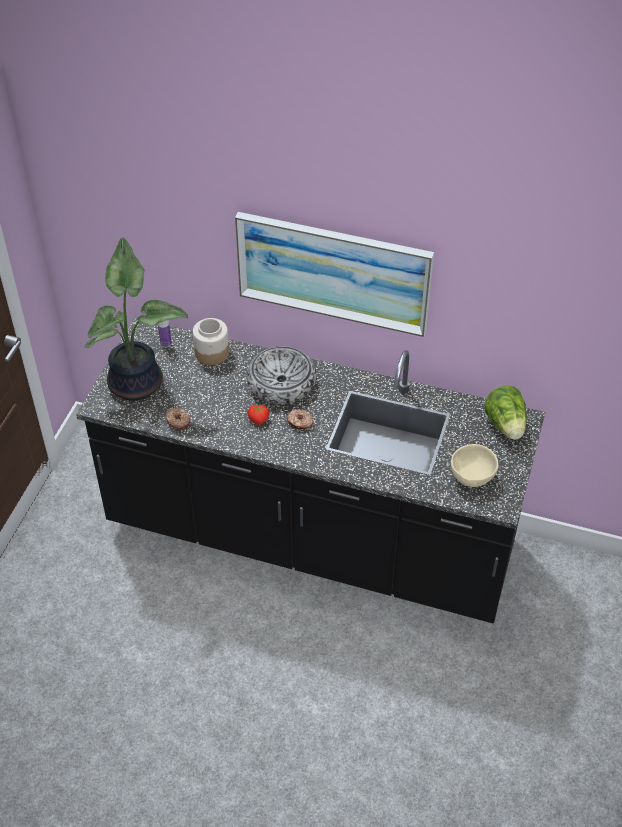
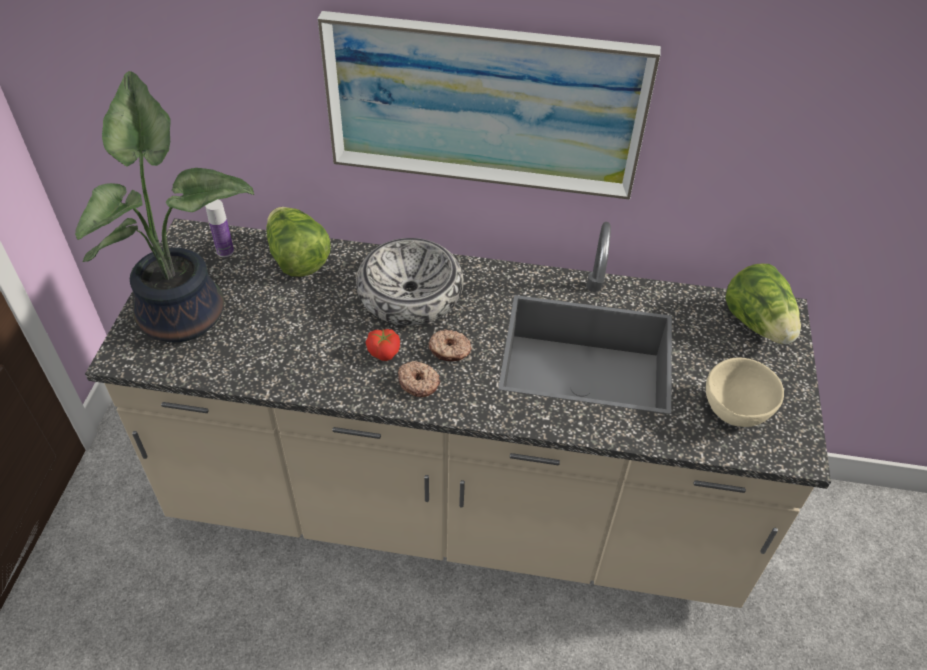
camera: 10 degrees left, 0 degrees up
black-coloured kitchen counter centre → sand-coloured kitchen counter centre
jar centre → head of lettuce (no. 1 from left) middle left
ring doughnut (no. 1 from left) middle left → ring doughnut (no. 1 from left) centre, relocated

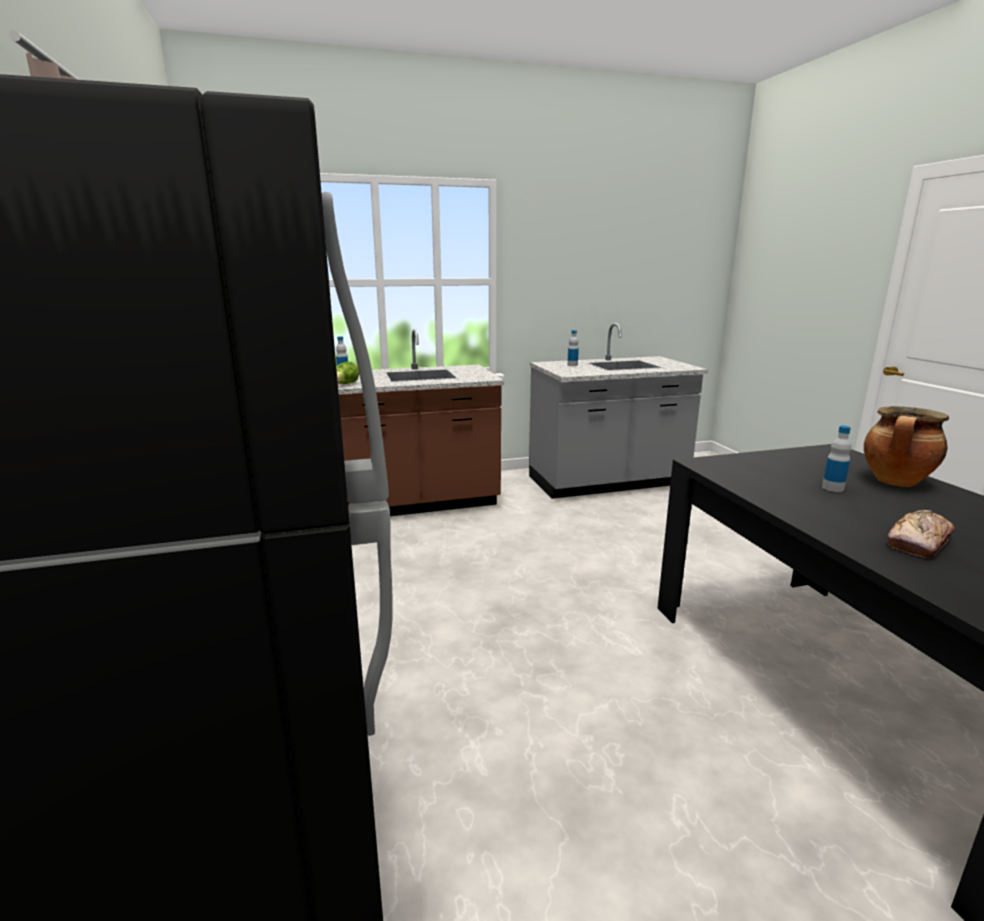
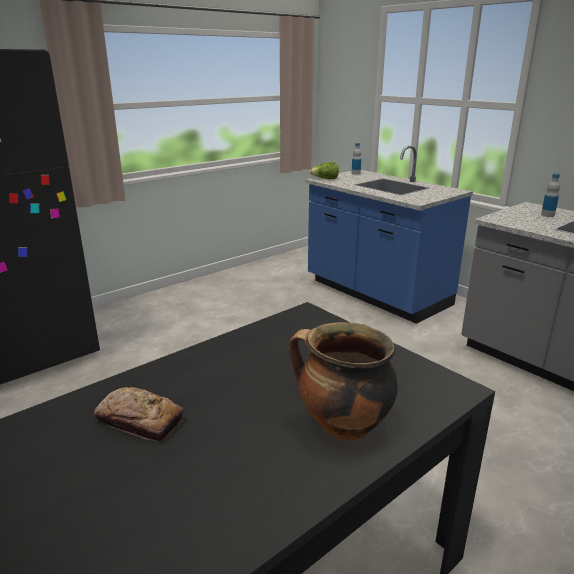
camera: 65 degrees right, 5 degrees up
brownish kitchen counter centre → bluish kitchen counter middle right
drink bottle (no. 3 from left) middle right → -

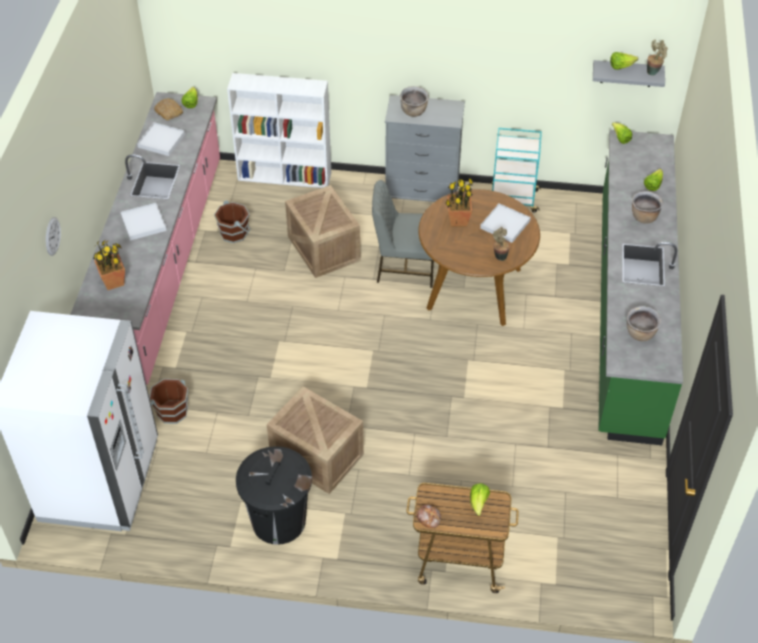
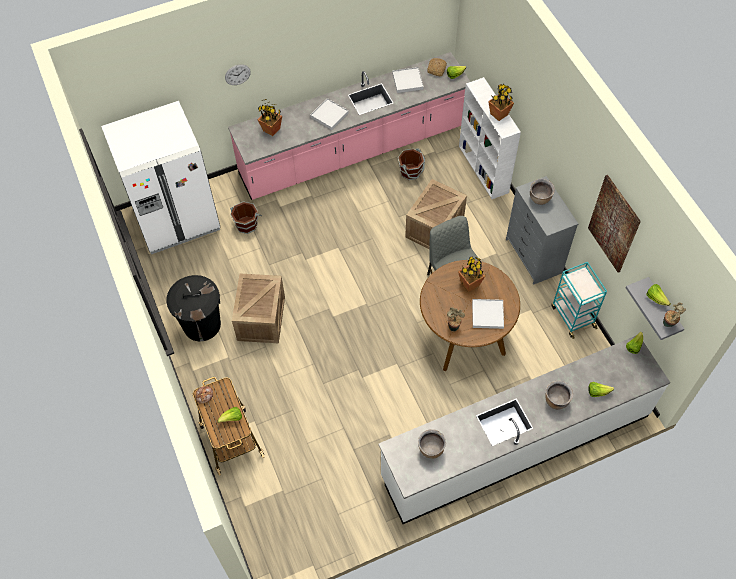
camera: 60 degrees right, 10 degrees up
greenish kitchen counter middle right → white kitchen counter bottom right
- → houseplant (no. 4 from left) top right
- → wall art middle right

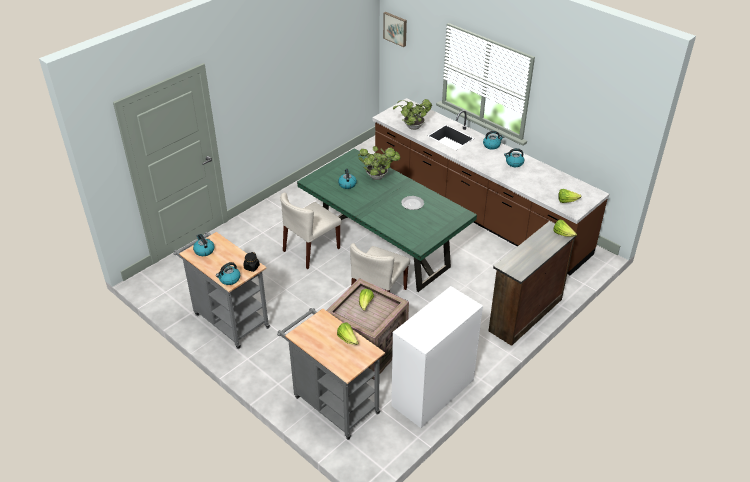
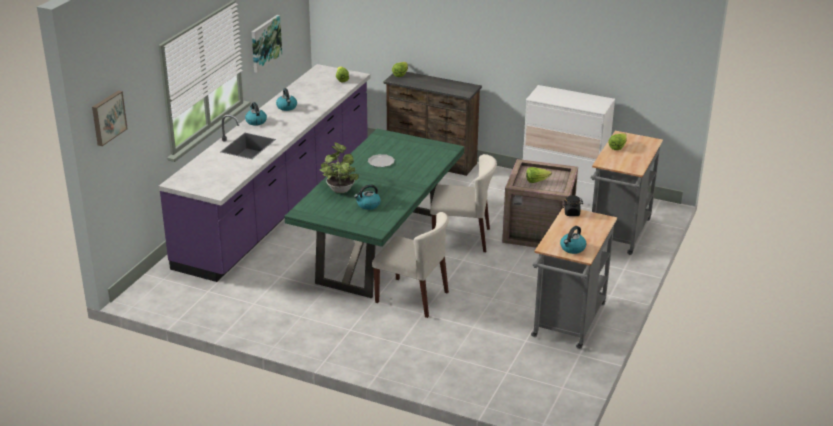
camera: 110 degrees left, 10 degrees down
brownish kitchen counter centre → purple-coloured kitchen counter middle left
- → wall art (no. 2 from left) top left
tea kettle (no. 2 from left) middle left → -
houseplant (no. 2 from left) top centre → -

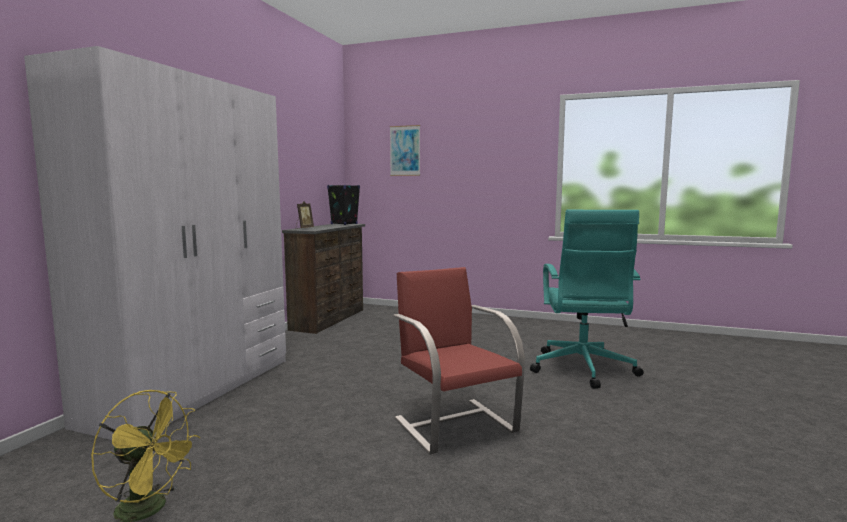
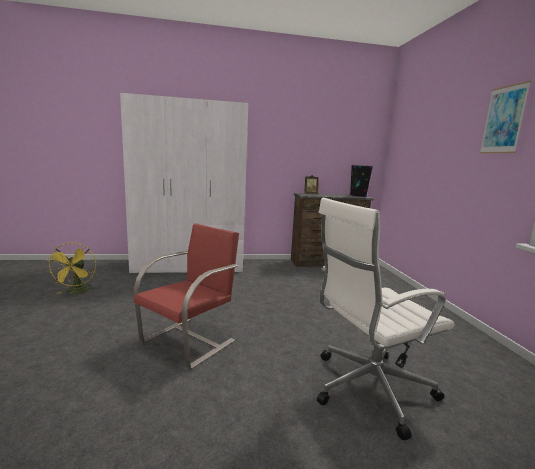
camera: 60 degrees right, 5 degrees up
turquoise-coloured desk chair middle right → white desk chair bottom right
wall art top centre → wall art top right, relocated

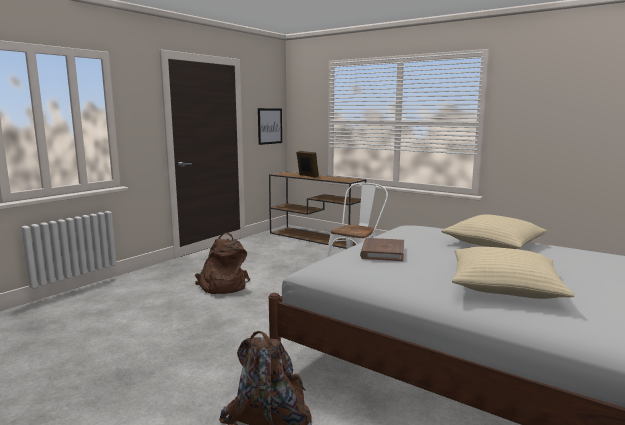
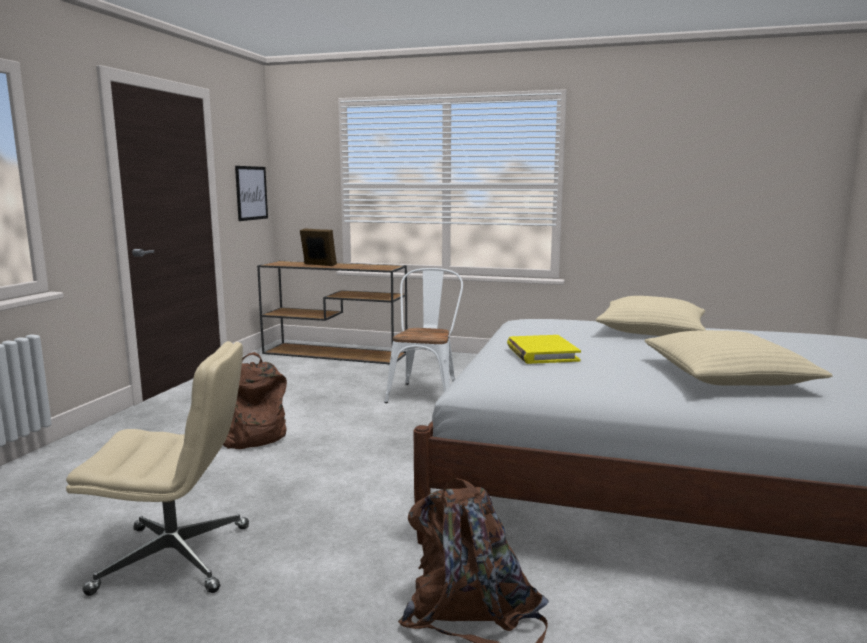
camera: 20 degrees left, 0 degrees up
- → sand-coloured desk chair bottom left
brownish volume centre → yellow-coloured volume centre

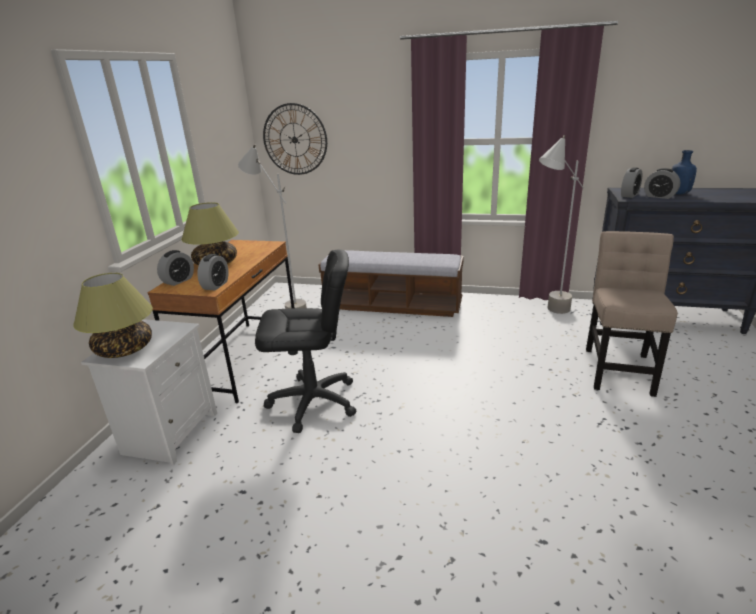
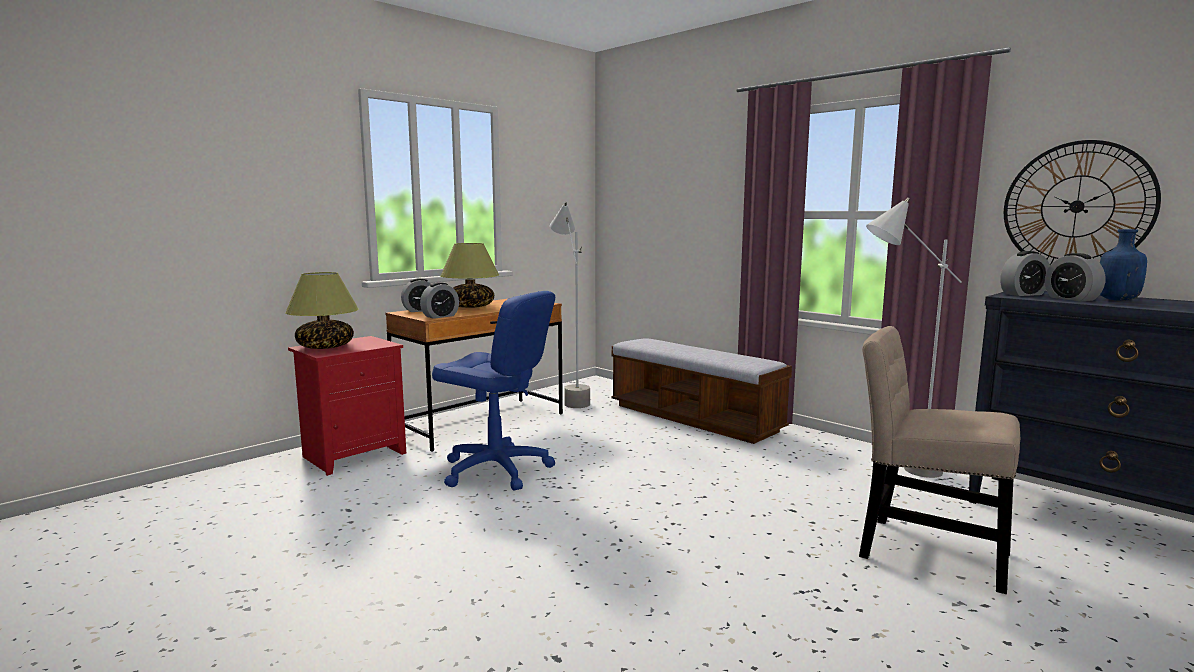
camera: 30 degrees right, 15 degrees down
white night table middle left → reddish night table middle left
black-coloured desk chair centre → bluish desk chair centre
sand-coloured plain chair middle right → sand-coloured plain chair bottom right, 105 degrees counterclockwise
clock on the wall top centre → clock on the wall top right, relocated

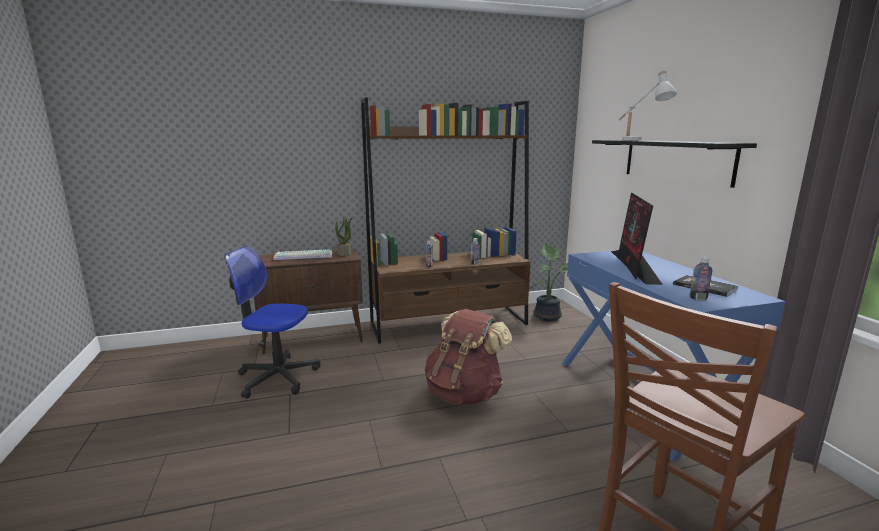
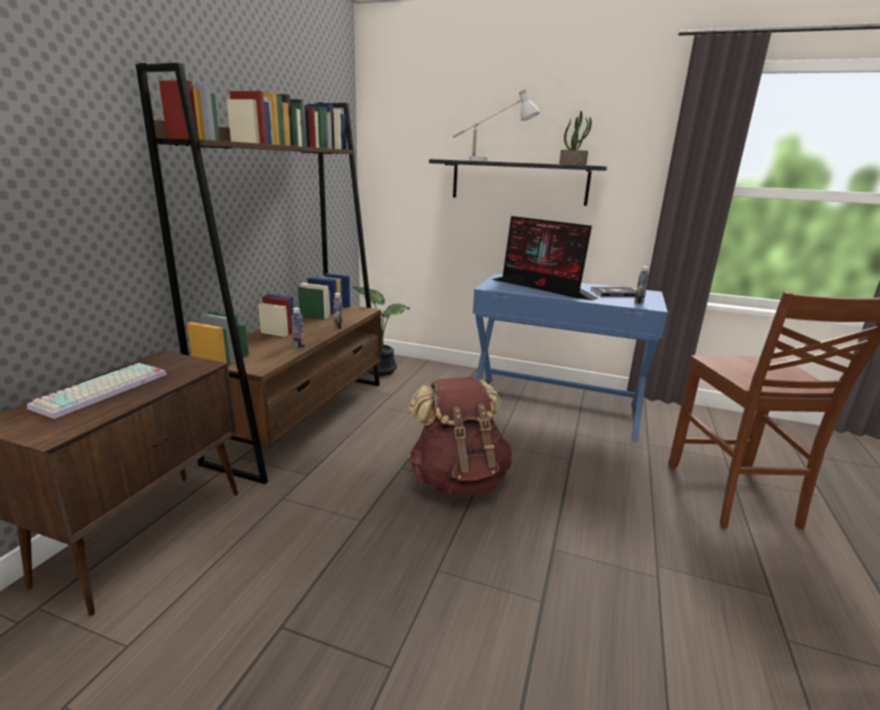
camera: 55 degrees left, 5 degrees up
houseplant (no. 1 from left in the first image) centre → houseplant (no. 2 from left) top centre, relocated
desk chair middle left → -

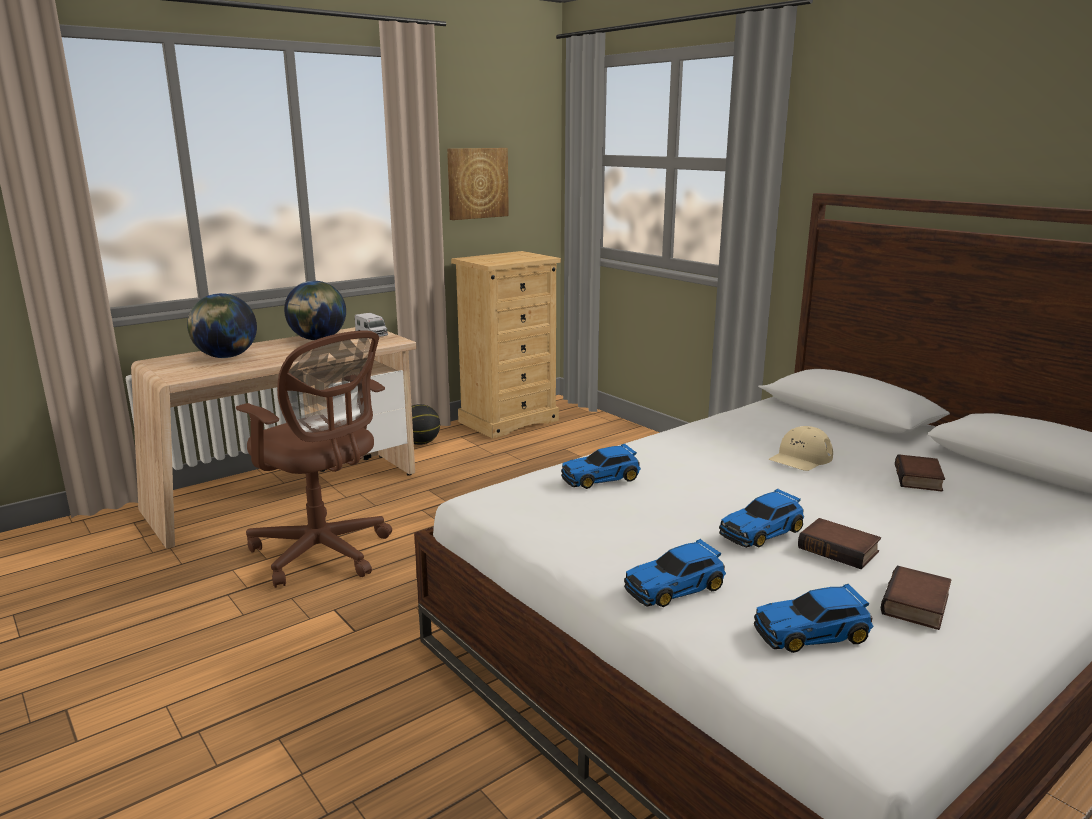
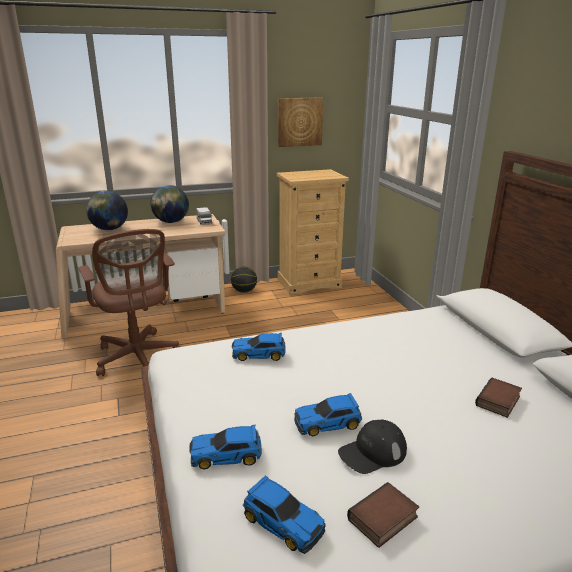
camera: 20 degrees right, 5 degrees up
miniature car (no. 4 from left in the first image) bottom right → miniature car (no. 3 from left) bottom centre, 150 degrees counterclockwise
volume (no. 1 from left) middle right → black-coloured baseball cap bottom centre
sand-coloured baseball cap middle right → -

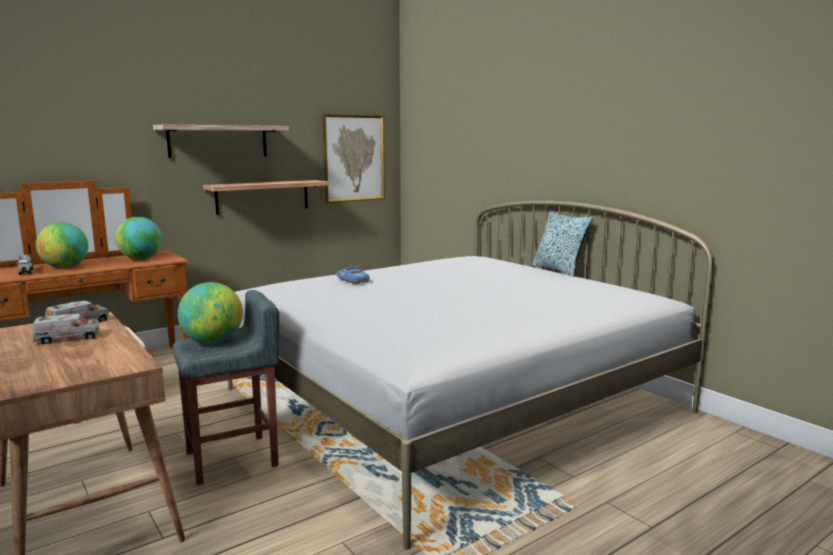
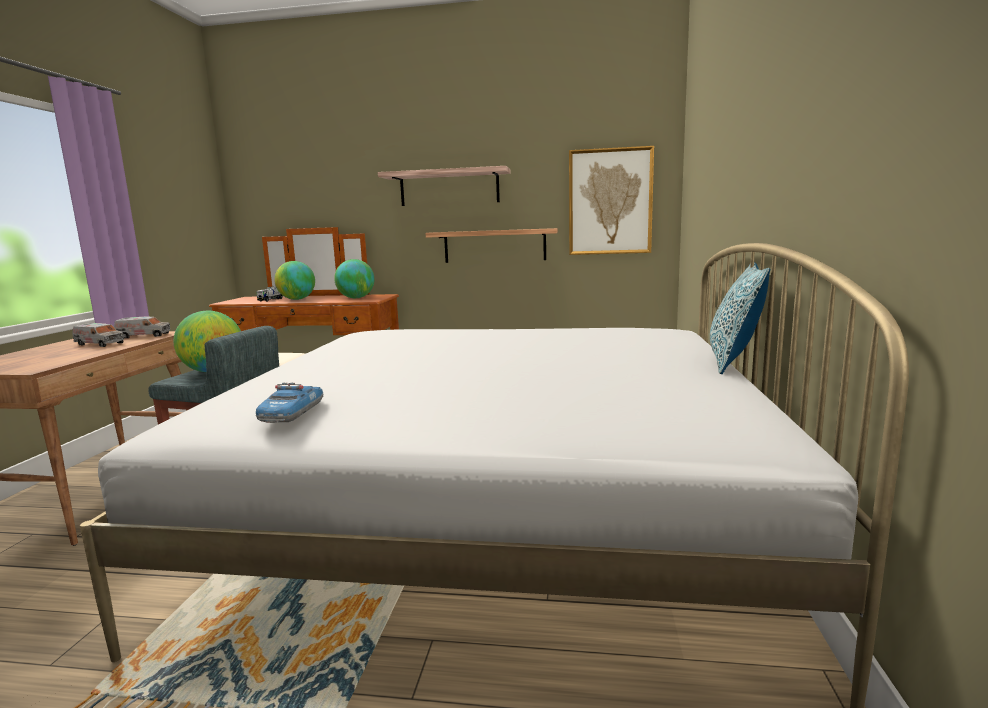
camera: 45 degrees right, 0 degrees up
miniature car centre → miniature car middle left, relocated

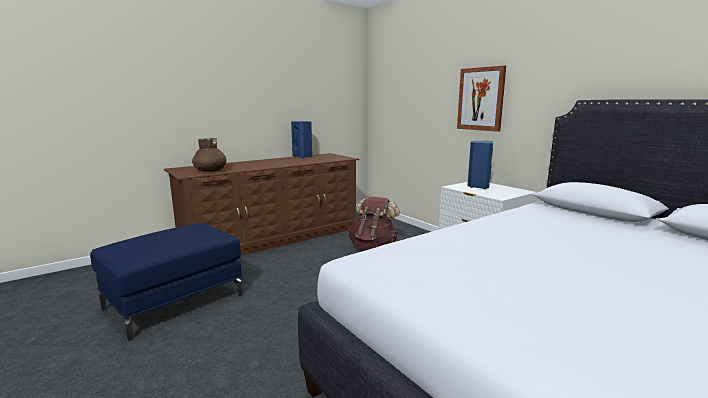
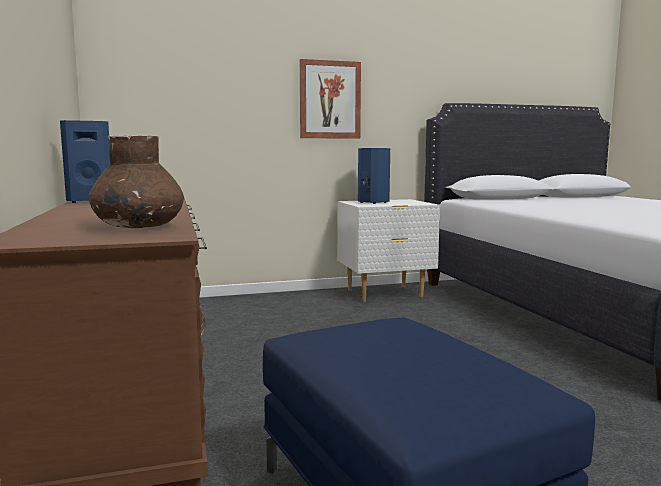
camera: 70 degrees left, 5 degrees down
brownish knapsack centre → -

